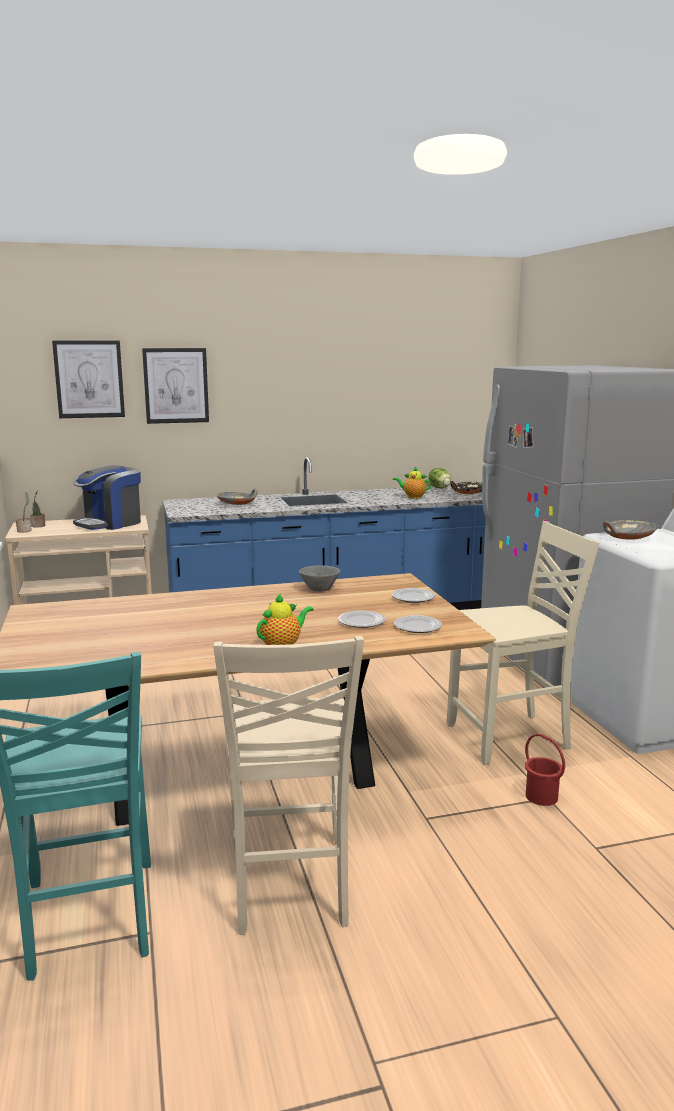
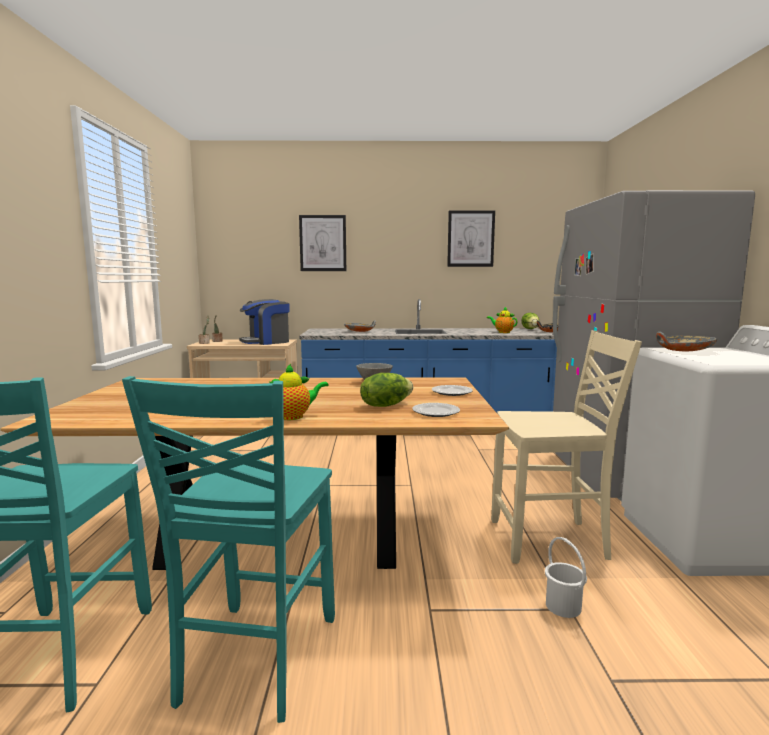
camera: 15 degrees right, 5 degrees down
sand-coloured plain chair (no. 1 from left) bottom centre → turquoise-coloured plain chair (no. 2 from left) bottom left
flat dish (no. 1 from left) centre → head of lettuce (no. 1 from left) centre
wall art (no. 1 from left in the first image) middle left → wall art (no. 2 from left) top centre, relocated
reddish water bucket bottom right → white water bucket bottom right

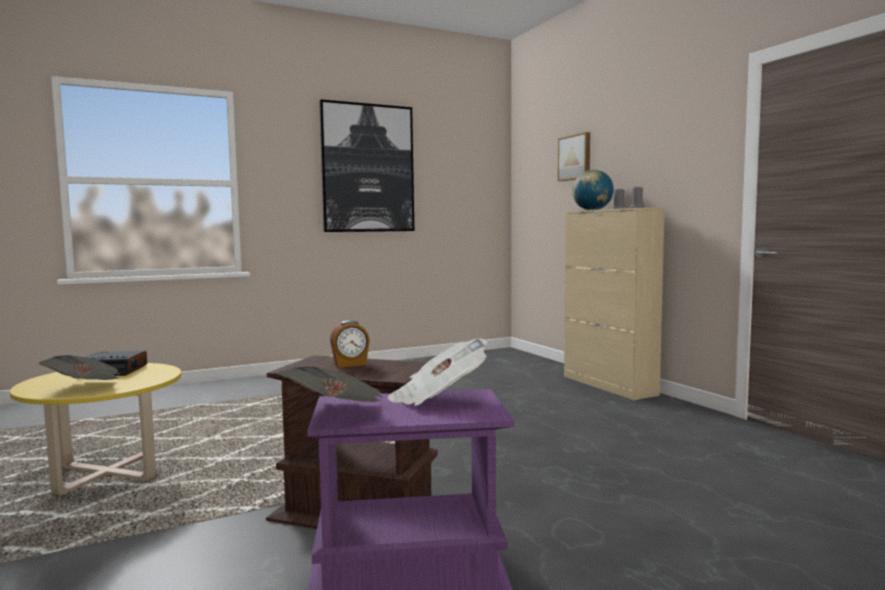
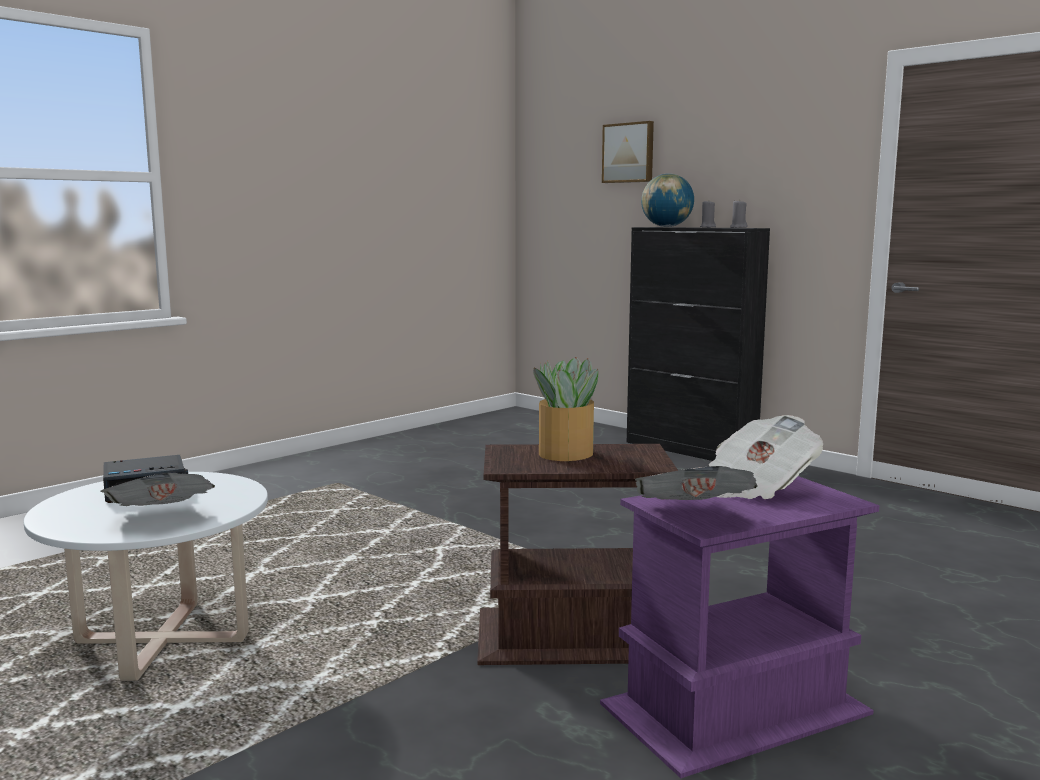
camera: 20 degrees left, 5 degrees up
yellow-coloured low table bottom left → white low table bottom left
alarm clock (no. 2 from left) centre → houseplant centre
sand-coloured cupboard middle right → black-coloured cupboard middle right
wall art (no. 1 from left) top centre → -

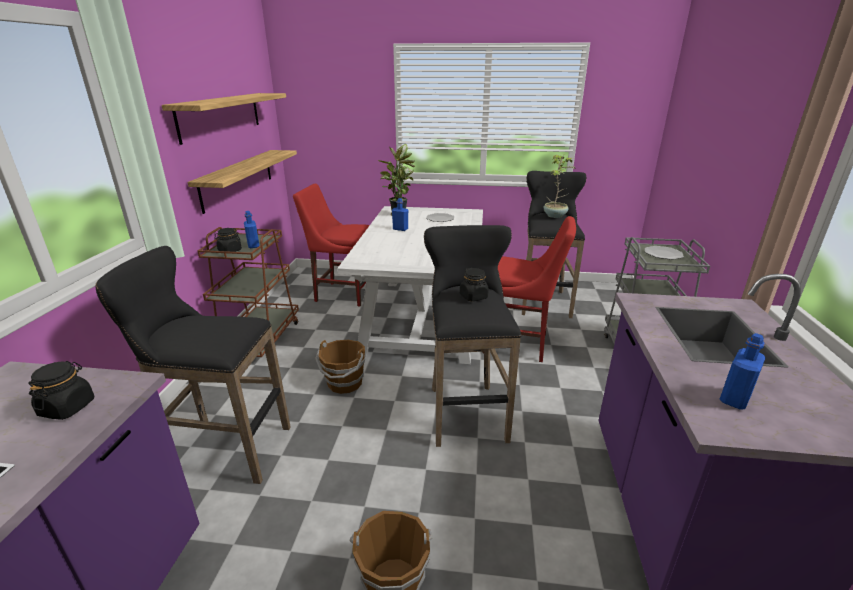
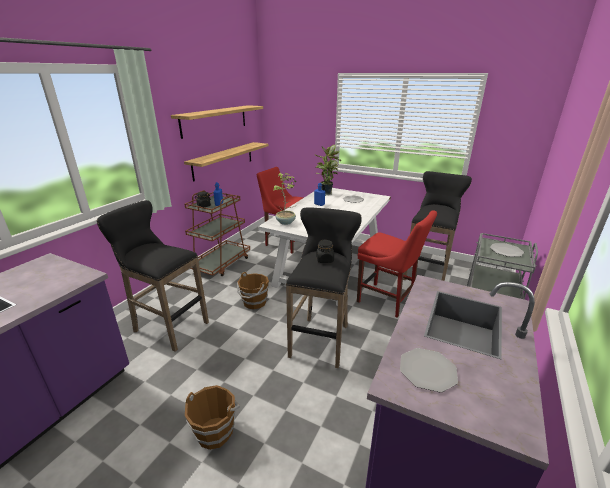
camera: 20 degrees right, 0 degrees up
houseplant (no. 2 from left in the first image) top centre → houseplant (no. 1 from left) centre, relocated
bluish drink bottle (no. 3 from left) middle right → flat dish (no. 2 from left) bottom right
black-coloured jar (no. 1 from left) middle left → -

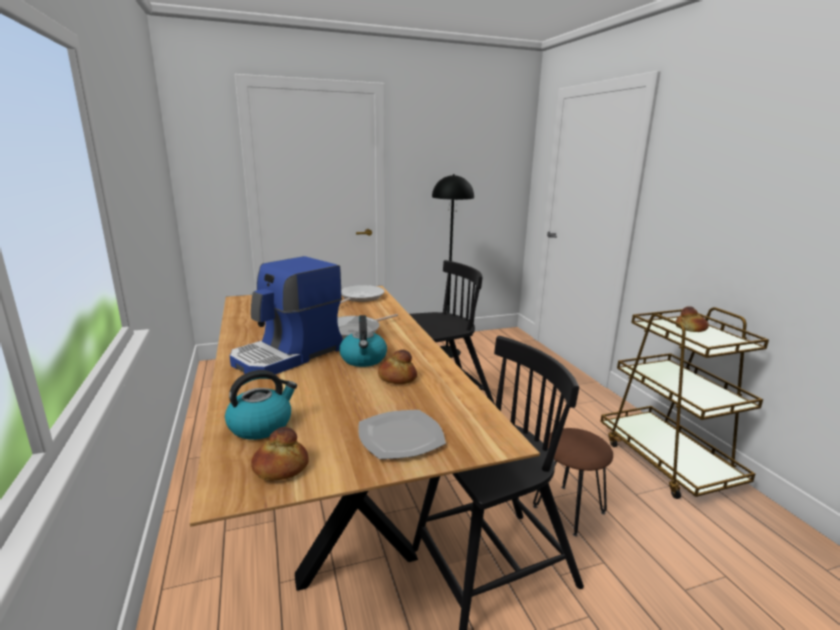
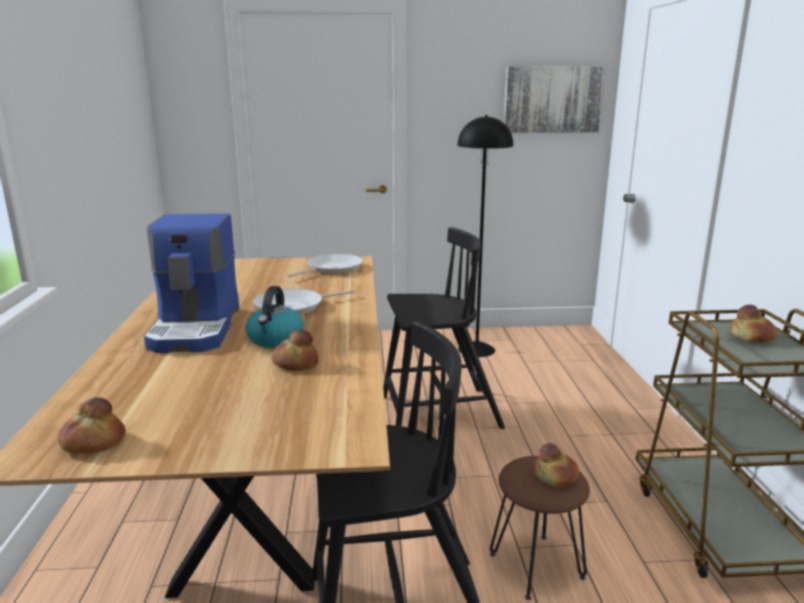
camera: 15 degrees right, 0 degrees up
coffee brewer centre → coffee brewer middle left, 60 degrees counterclockwise
- → wall art top right
- → bread (no. 3 from left) bottom right
tea kettle (no. 1 from left) middle left → -
flat dish bottom centre → -

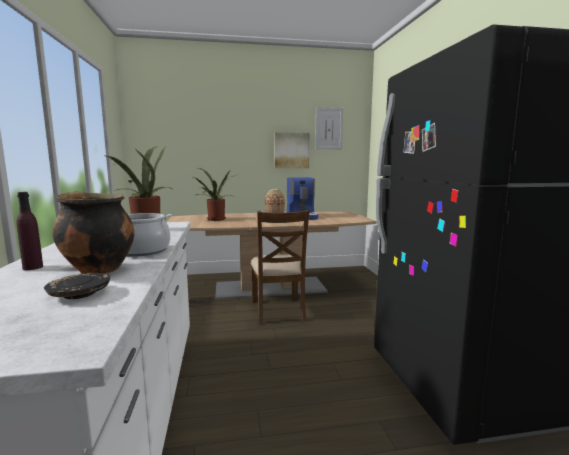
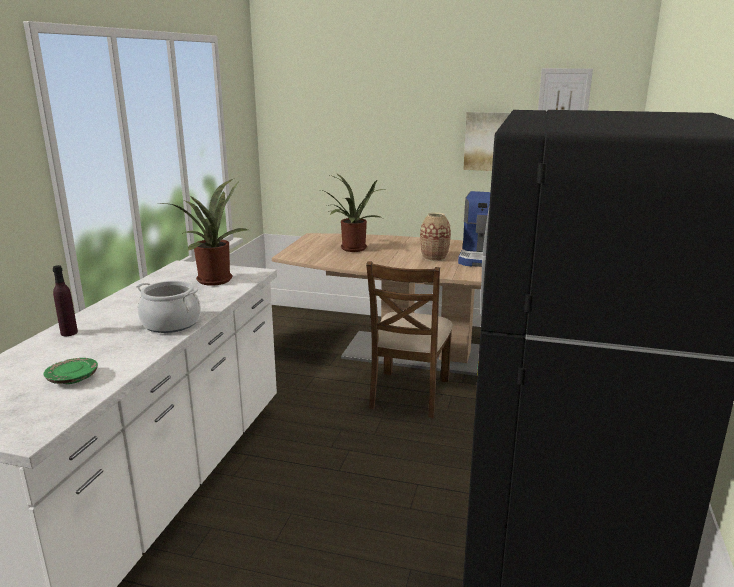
camera: 25 degrees right, 10 degrees up
black-coloured flat dish middle left → greenish flat dish middle left
saucepot (no. 1 from left) middle left → -

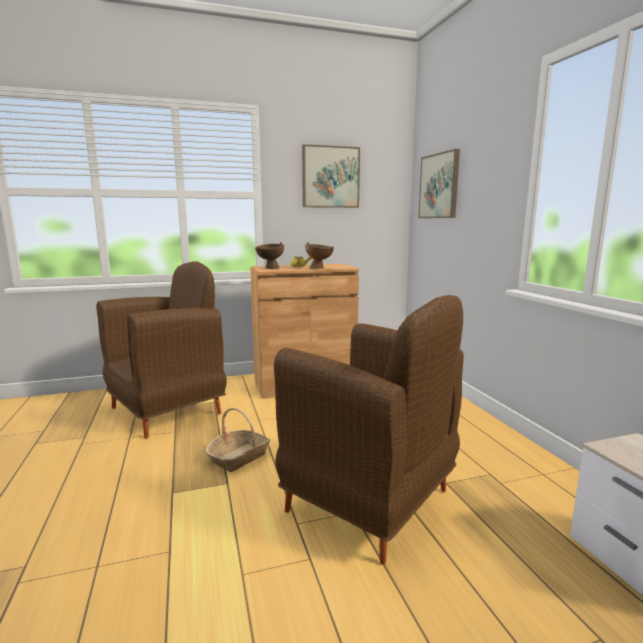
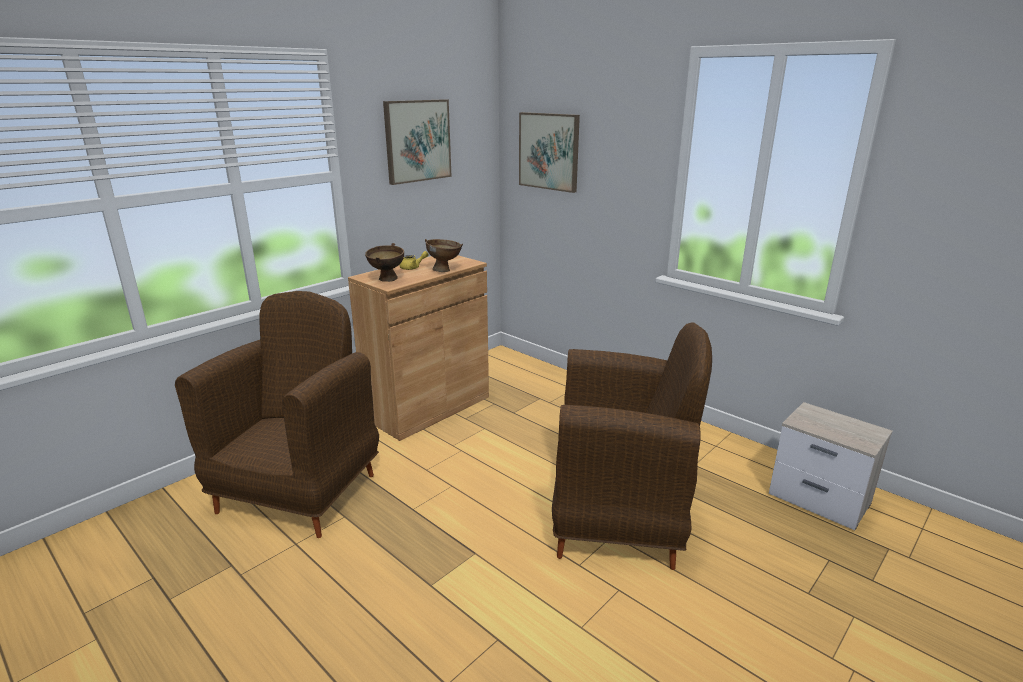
camera: 30 degrees left, 10 degrees up
storage basket bottom centre → -

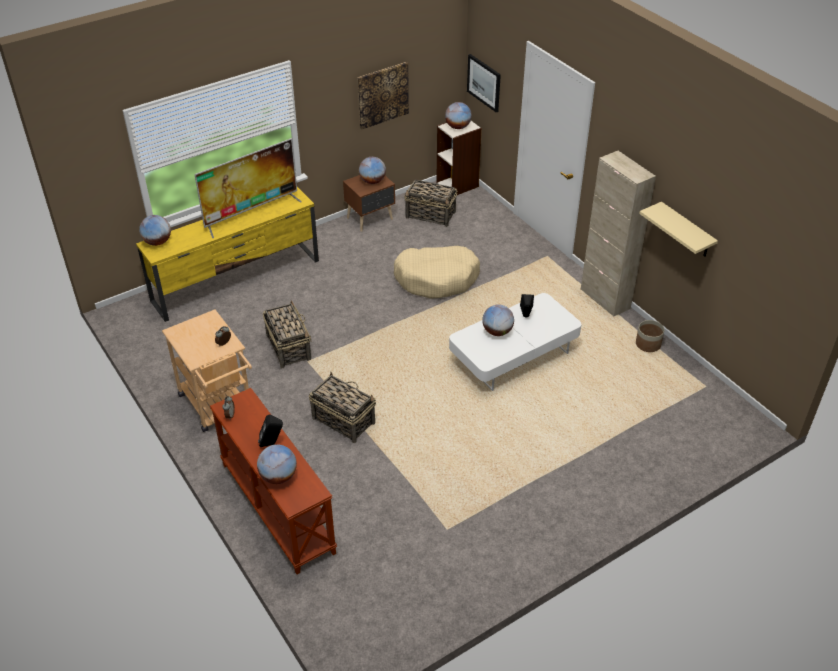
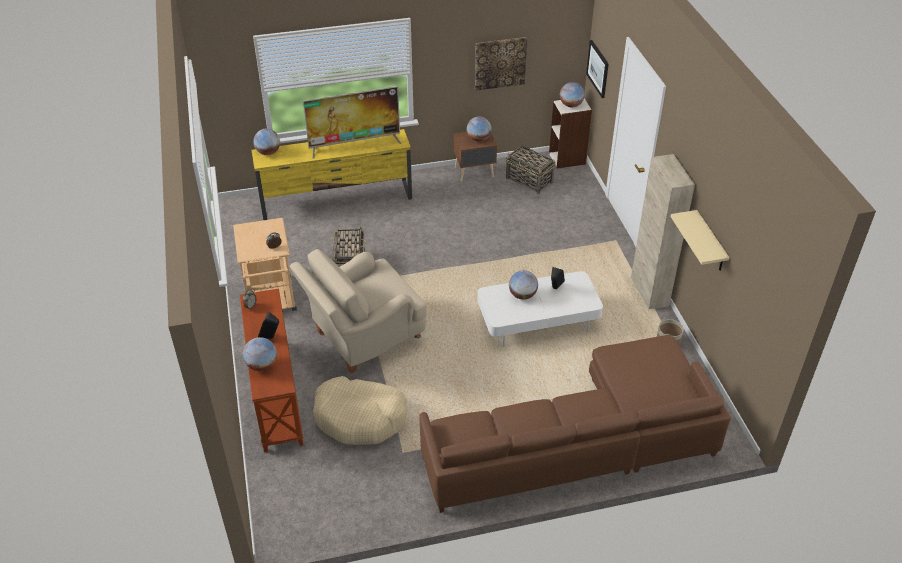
camera: 20 degrees right, 0 degrees up
storage basket (no. 2 from left) centre → sand-coloured armchair centre
sand-coloured dog cushion centre → sand-coloured dog cushion bottom centre, relocated
- → brownish sofa bottom centre

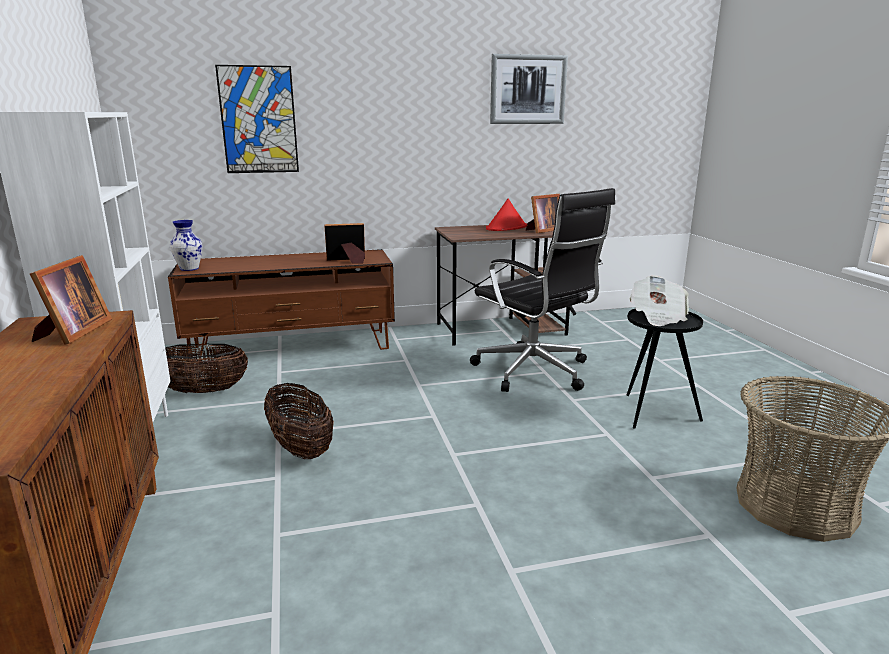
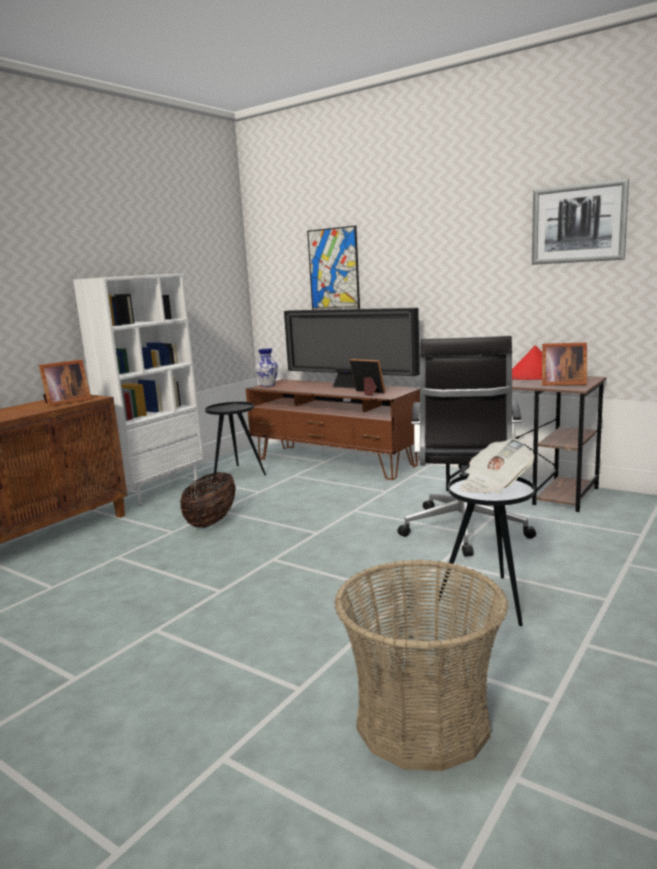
camera: 50 degrees right, 5 degrees down
storage basket (no. 1 from left) middle left → black-coloured side table (no. 1 from left) centre
- → TV set centre

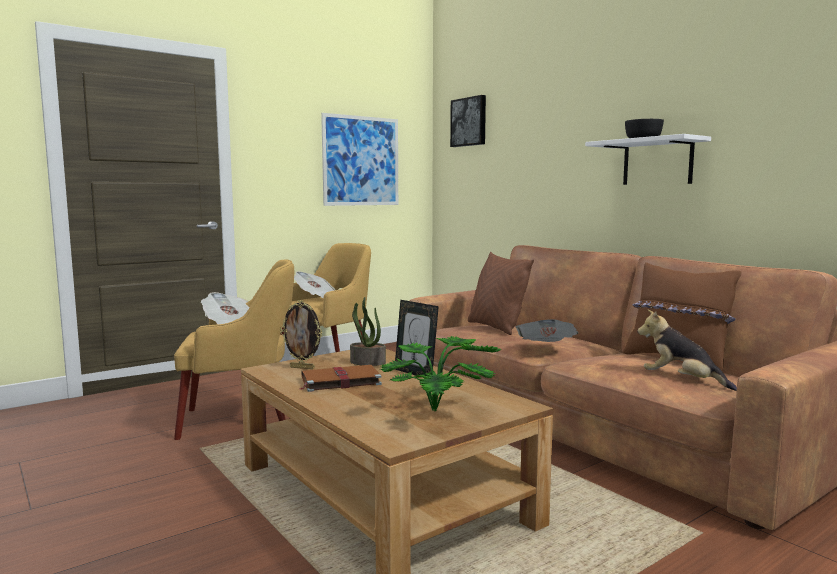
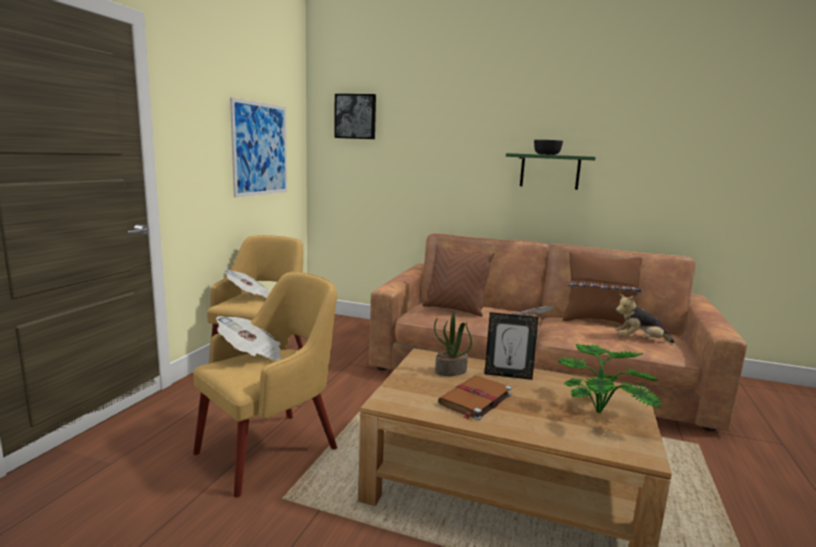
camera: 35 degrees left, 5 degrees up
white bracket shelf top right → greenish bracket shelf top right
photo frame (no. 1 from left) centre → -

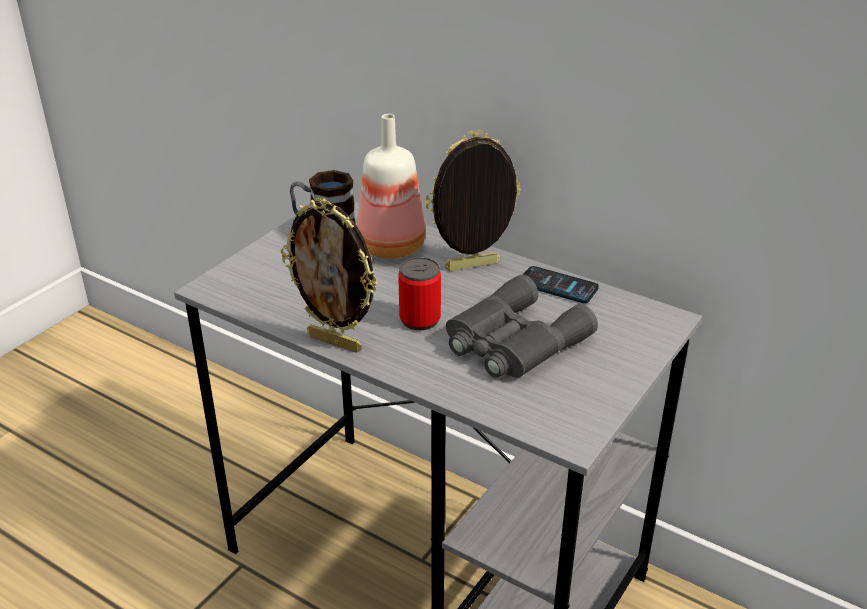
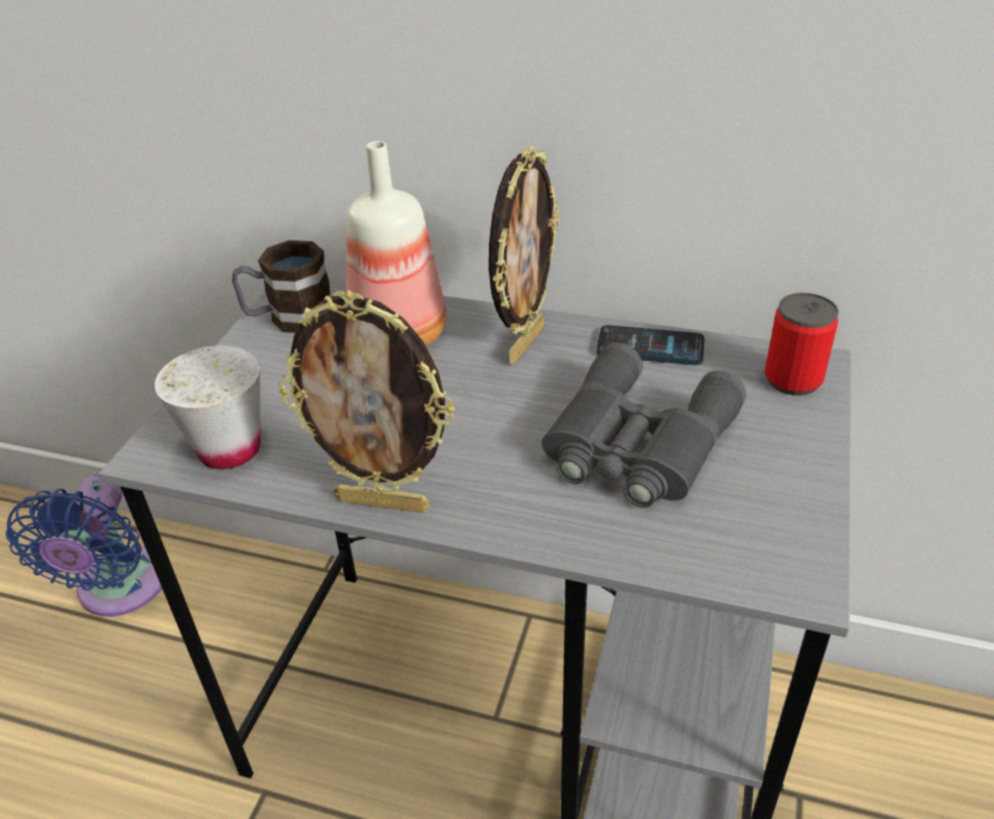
camera: 15 degrees left, 5 degrees up
- → bluish cooling fan bottom left
- → white drinking cup middle left
photo frame (no. 2 from left) top centre, 150 degrees clockwise
sealed can centre → sealed can middle right, relocated

